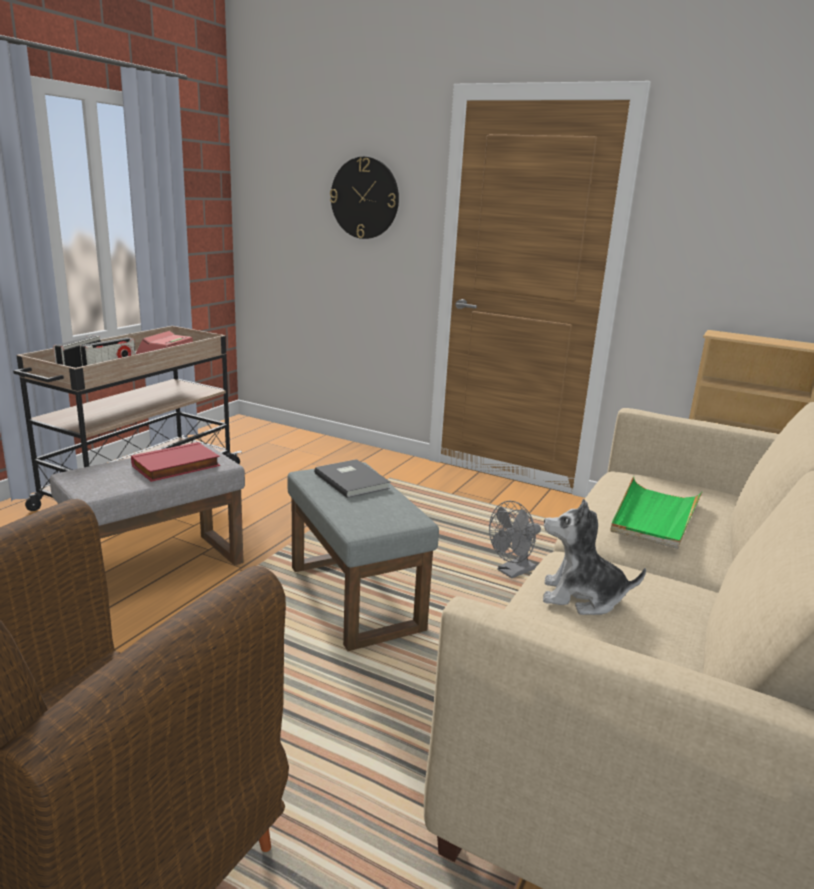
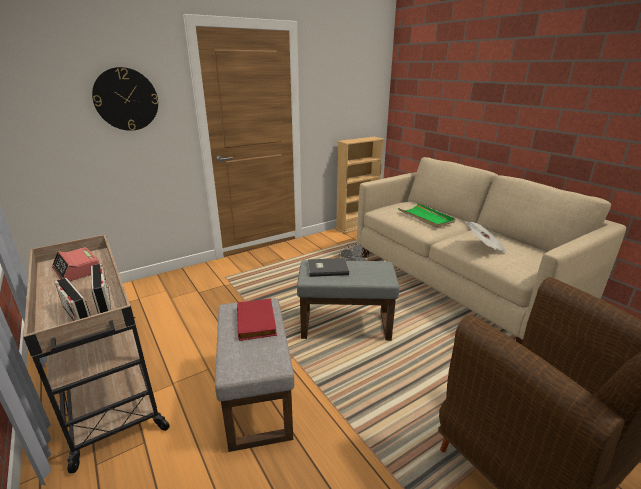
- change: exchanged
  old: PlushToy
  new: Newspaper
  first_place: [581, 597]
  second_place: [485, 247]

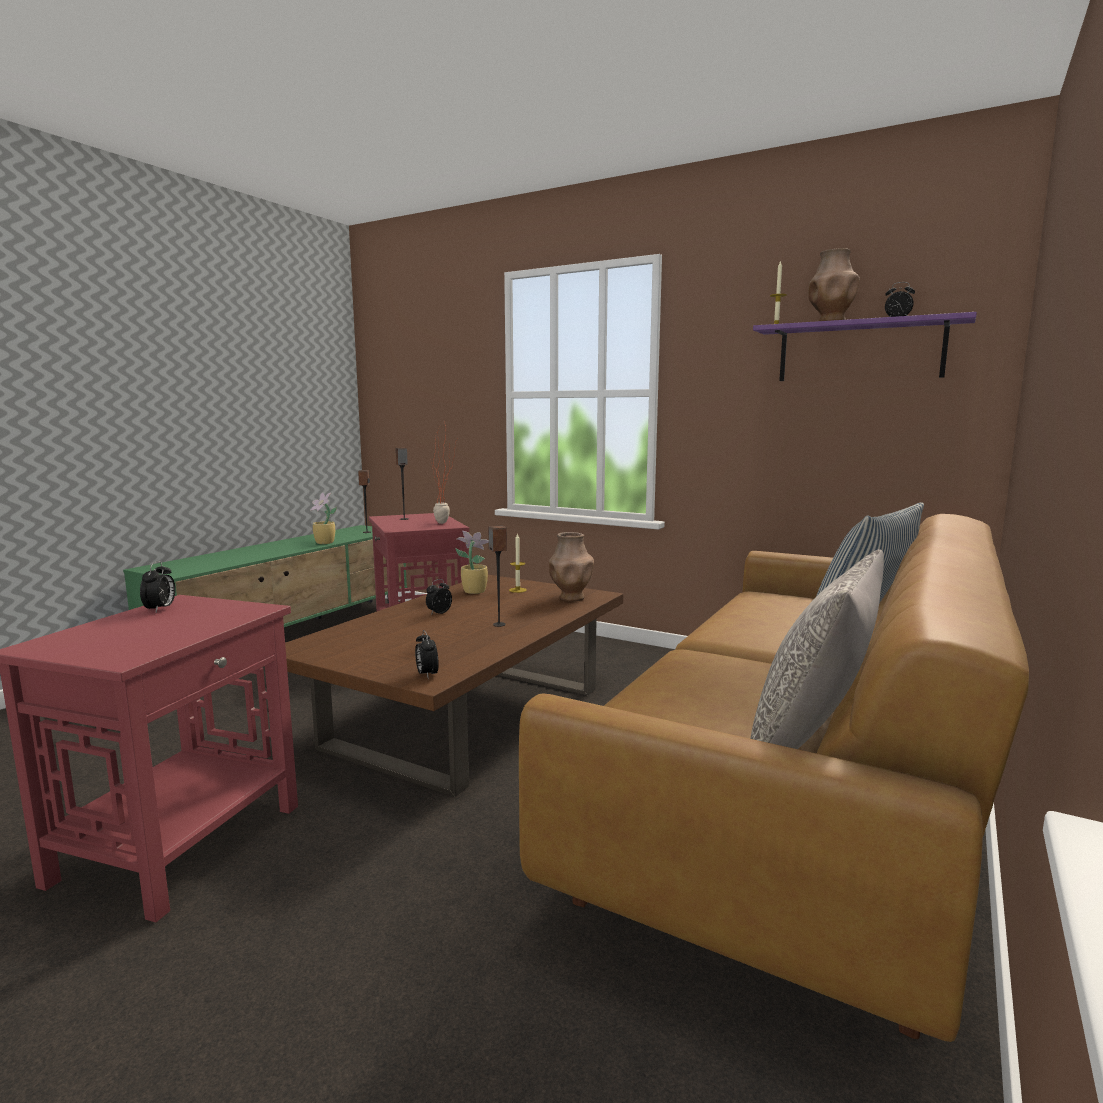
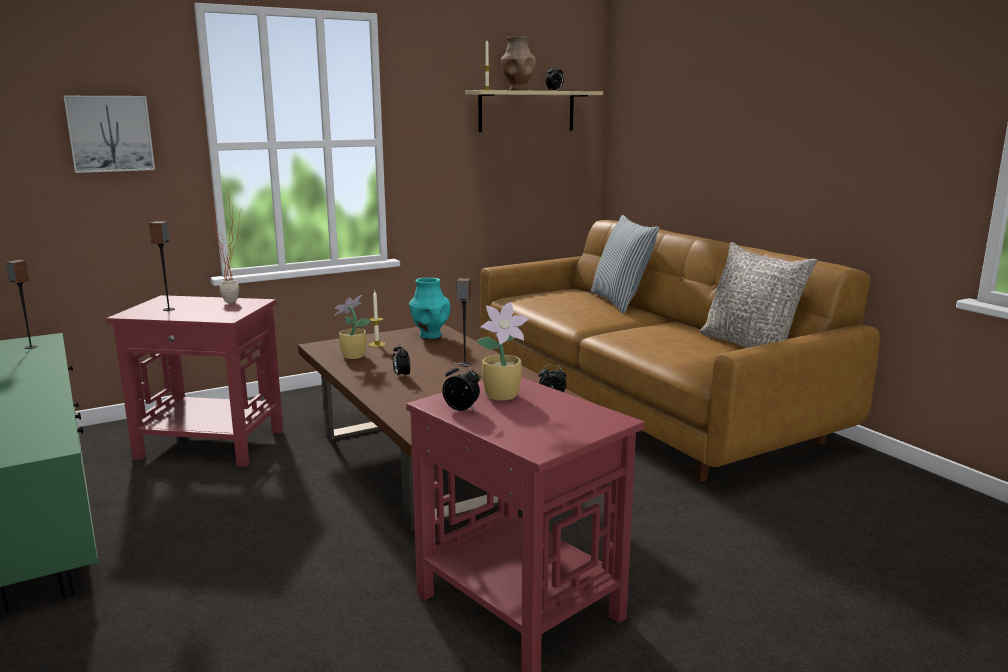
- change: appeared
  new: Picture
  second_place: [110, 133]
- change: relocated
  old: PottedPlant
  first_place: [325, 543]
  second_place: [503, 396]
- change: colour
  old: BrownVase
  new: TurquoiseVase
  first_place: [571, 598]
  second_place: [430, 336]
- change: colour
  old: PurpleShelf
  new: BeigeShelf
  first_place: [859, 352]
  second_place: [527, 111]

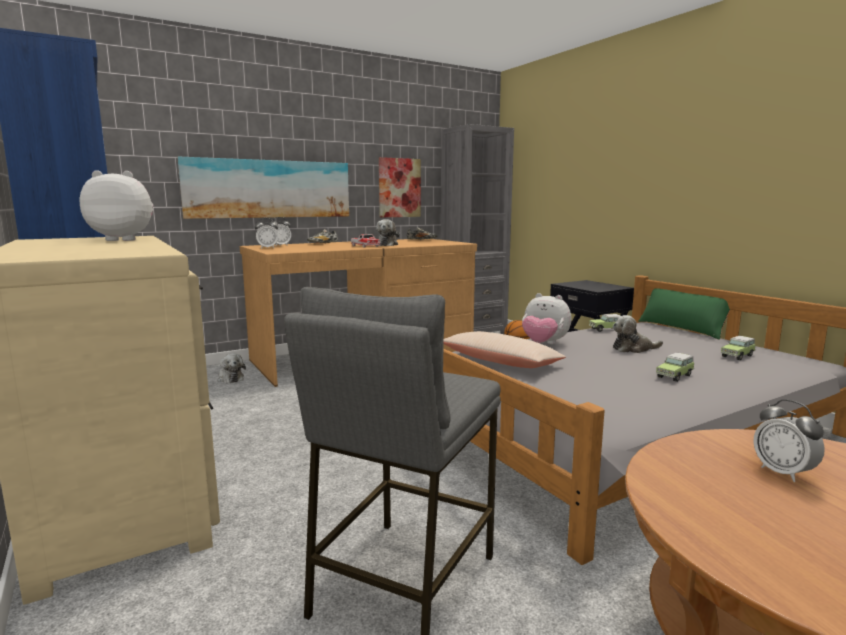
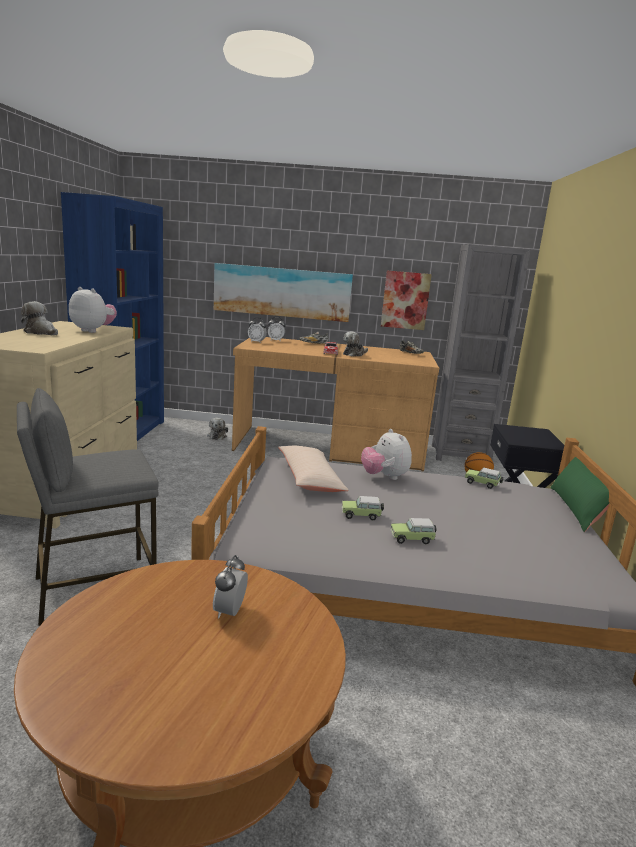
- change: relocated
  old: PlushToy
  first_place: [633, 349]
  second_place: [41, 332]
- change: relocated
  old: ToyCar
  first_place: [738, 356]
  second_place: [362, 516]

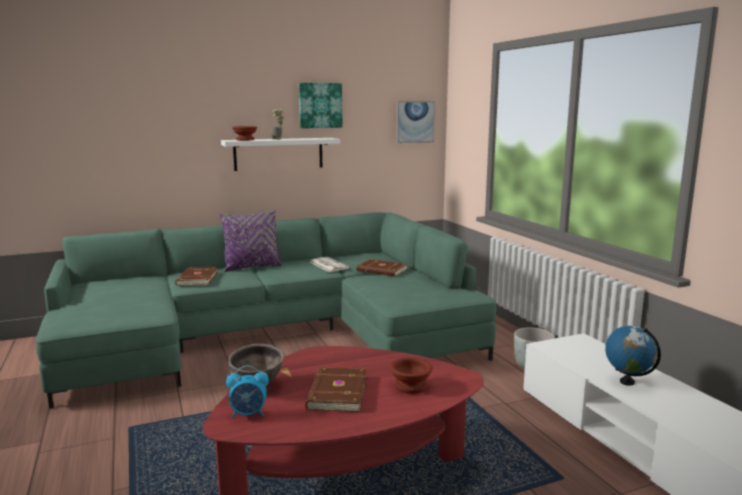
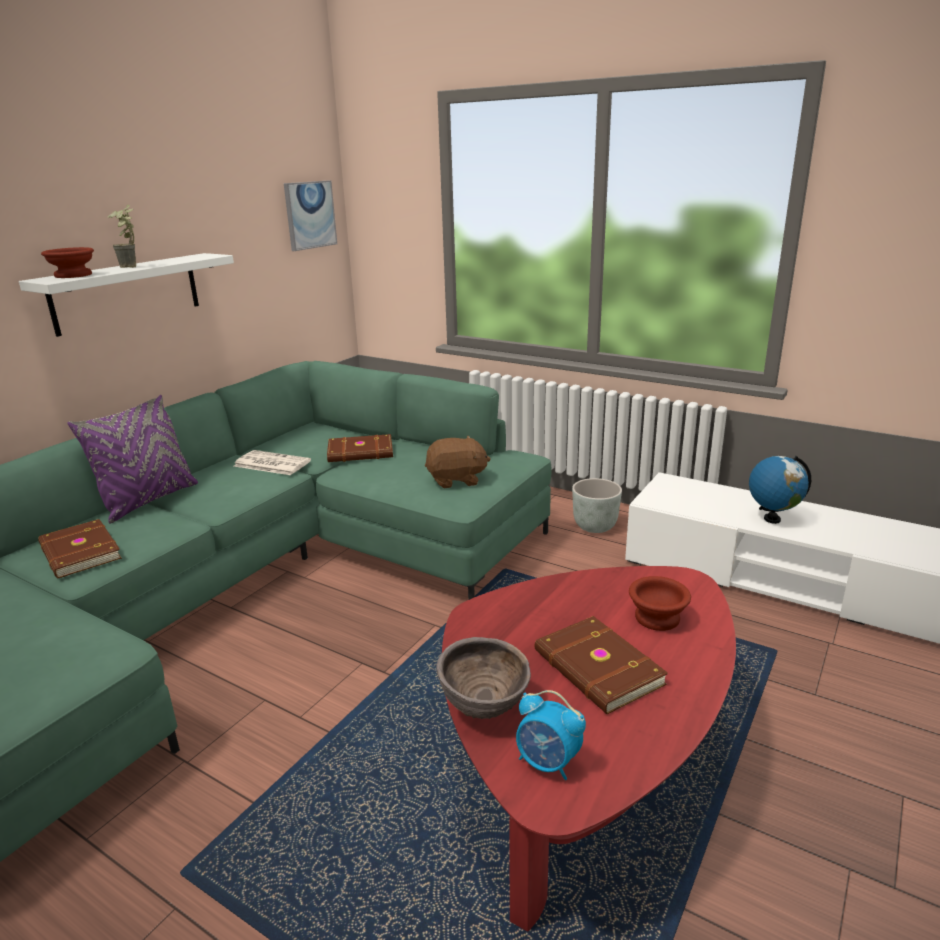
- change: missing
  old: Picture
  first_place: [320, 105]
- change: appeared
  new: BrownPlushToy
  second_place: [456, 480]
- change: spun
  old: AlarmClock
  first_place: [249, 414]
  second_place: [548, 763]
  degrees: 75

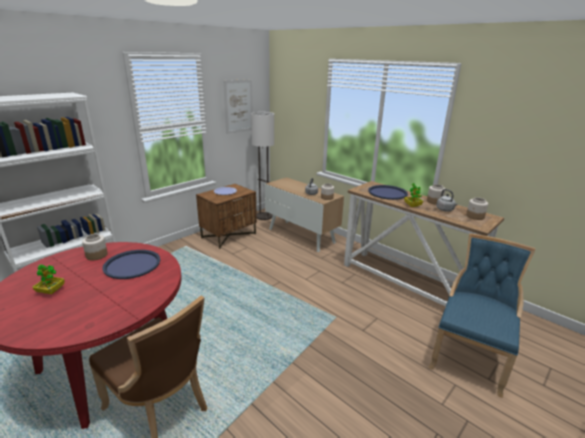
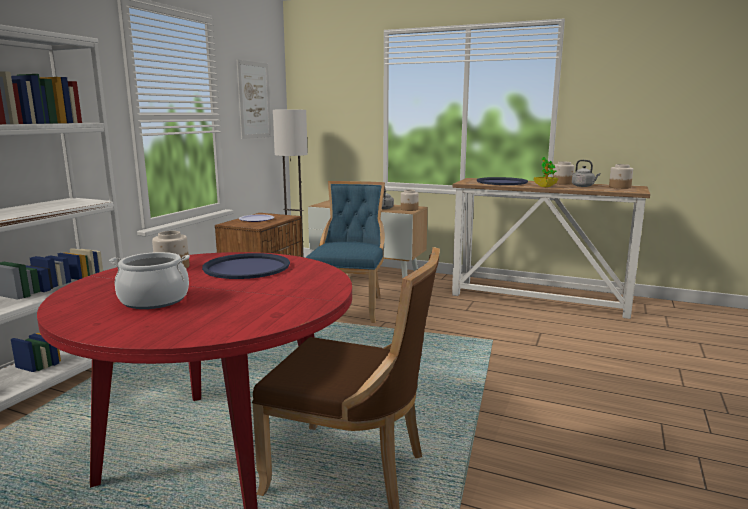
- change: relocated
  old: BlueChair
  first_place: [469, 356]
  second_place: [349, 306]
- change: exchanged
  old: PottedPlant
  new: CookingPot
  first_place: [51, 291]
  second_place: [154, 300]

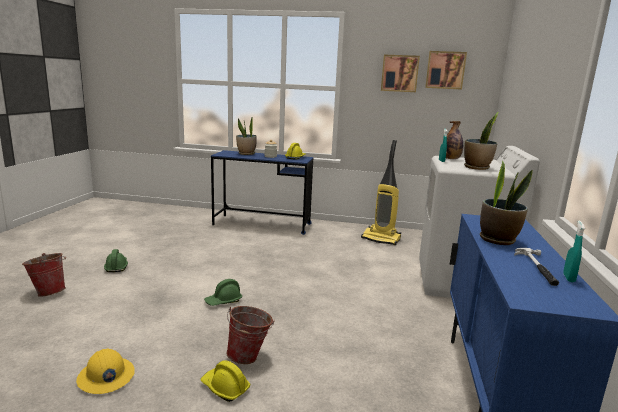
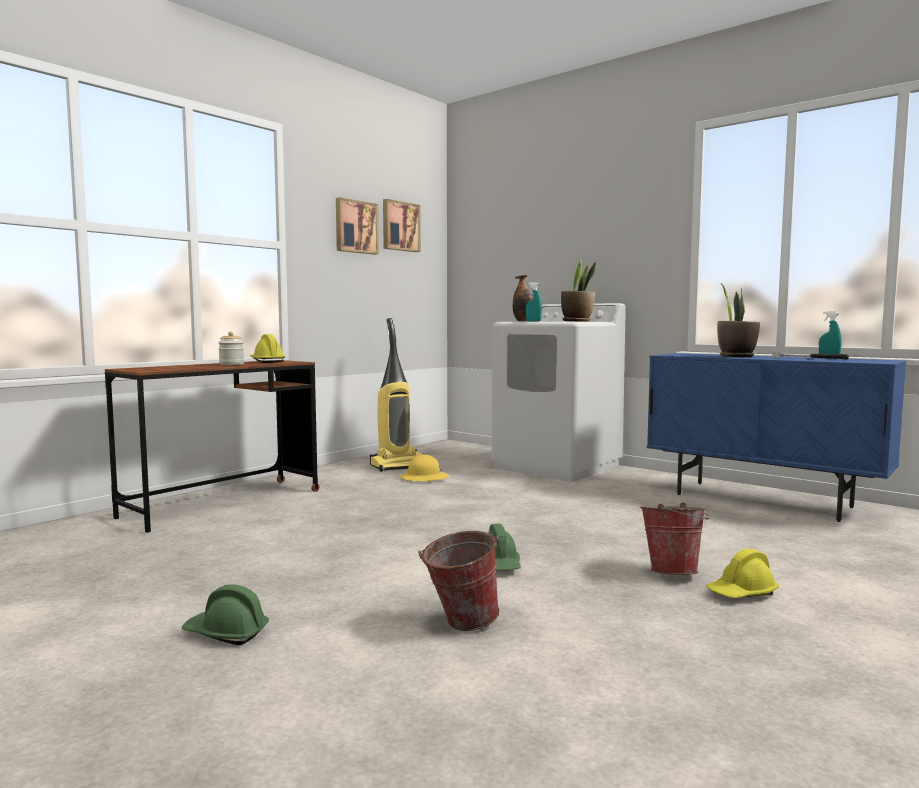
- change: missing
  old: PottedPlant
  first_place: [246, 153]
- change: relocated
  old: Bucket
  first_place: [49, 292]
  second_place: [459, 623]
- change: relocated
  old: YellowHardHat
  first_place: [106, 377]
  second_place: [424, 478]
- change: colour
  old: BlueDesk
  new: BrownDesk
  first_place: [262, 224]
  second_place: [223, 503]

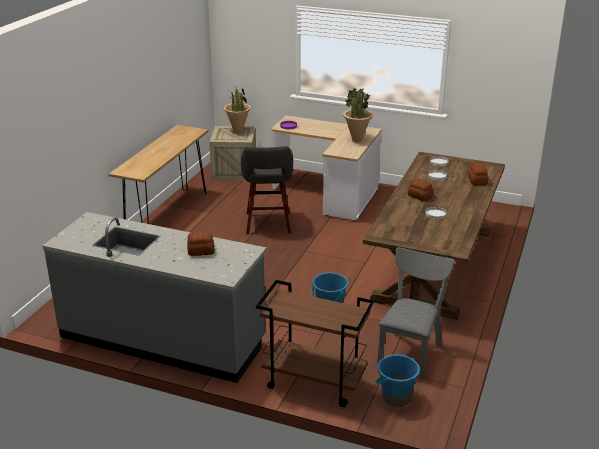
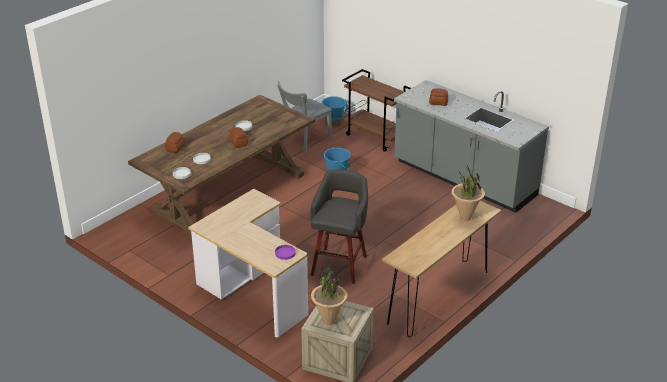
- change: relocated
  old: PottedPlant
  first_place: [356, 140]
  second_place: [465, 218]

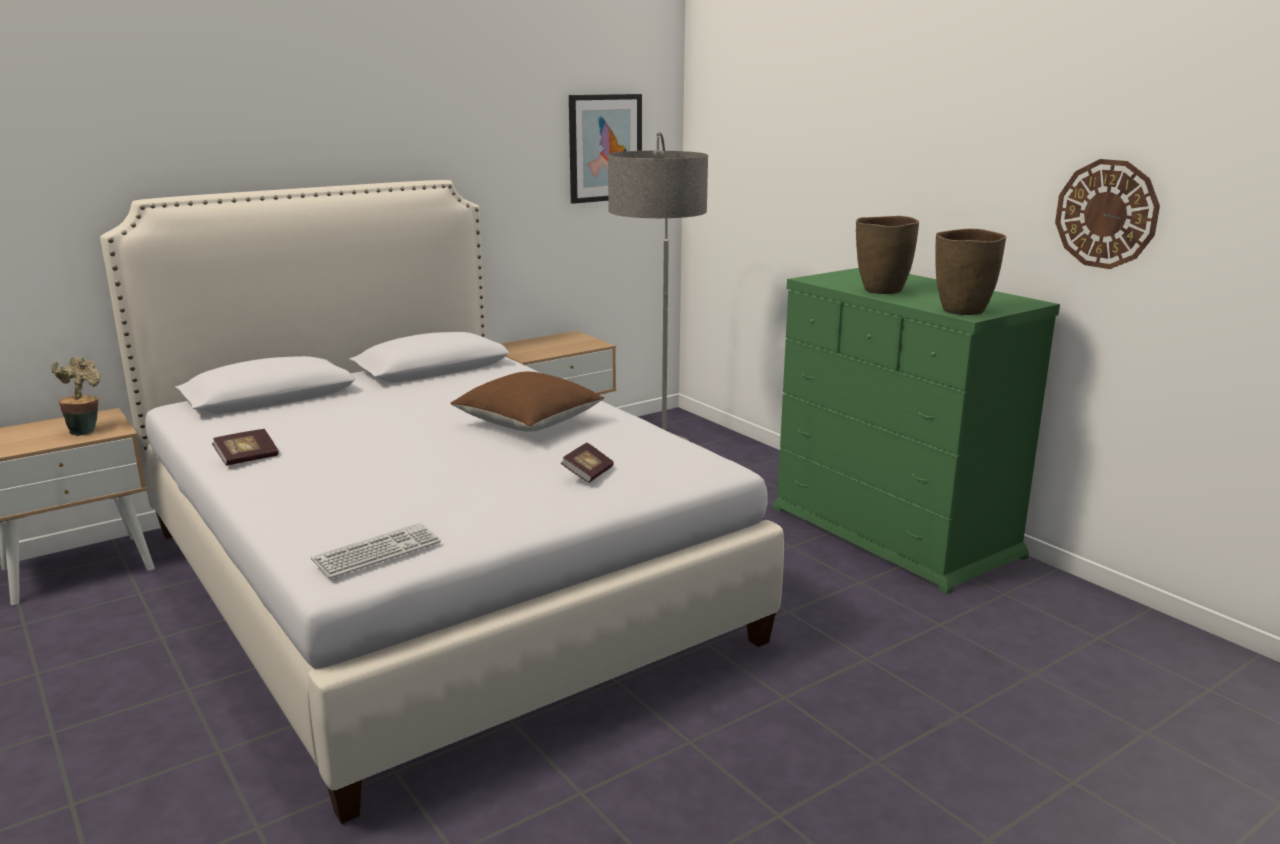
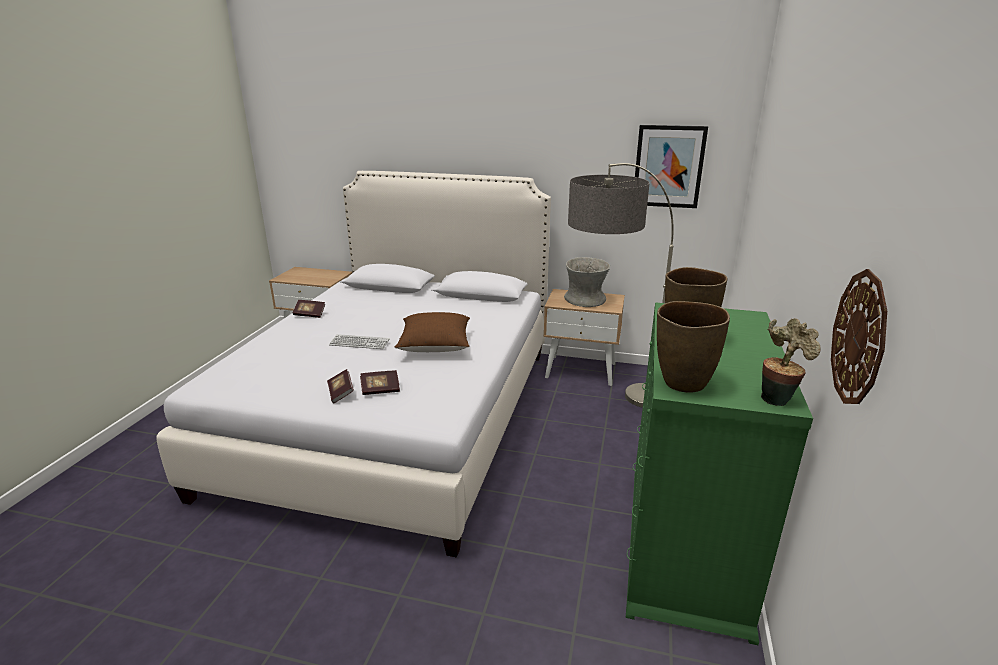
- change: appeared
  new: Book
  second_place: [341, 393]
- change: appeared
  new: GreyVase
  second_place: [585, 300]
- change: relocated
  old: PottedPlant
  first_place: [85, 430]
  second_place: [777, 398]
- change: relocated
  old: Keyboard
  first_place: [377, 552]
  second_place: [359, 343]

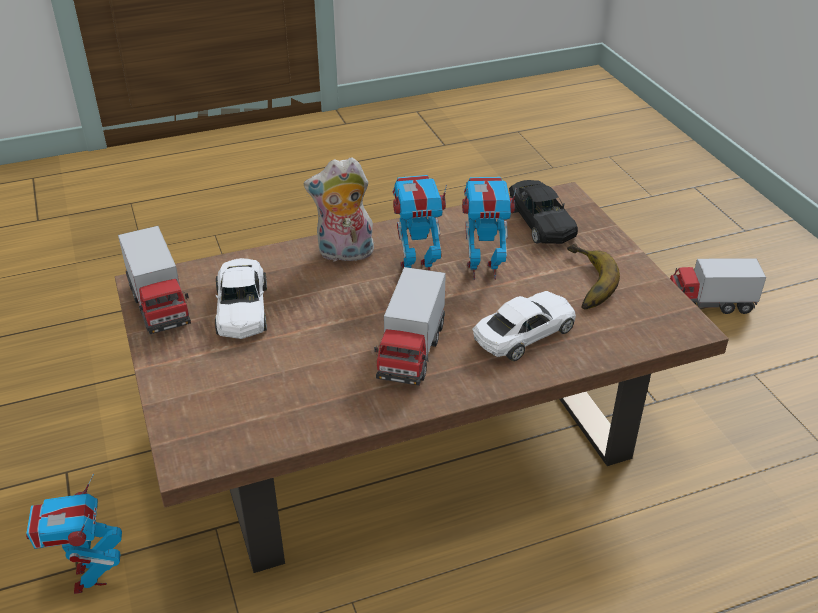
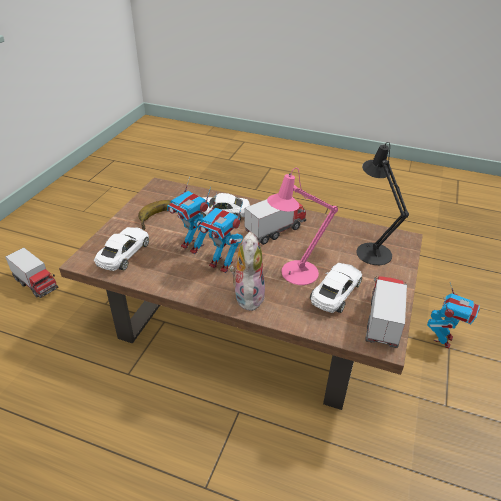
- change: appeared
  new: PinkTableLamp
  second_place: [294, 274]
- change: appeared
  new: BlackTableLamp
  second_place: [371, 250]
- change: colour
  old: BlackToyCar
  new: WhiteToyCar
  first_place: [540, 222]
  second_place: [123, 254]
- change: spun
  old: PlushToy
  first_place: [344, 254]
  second_place: [247, 295]
  degrees: -120

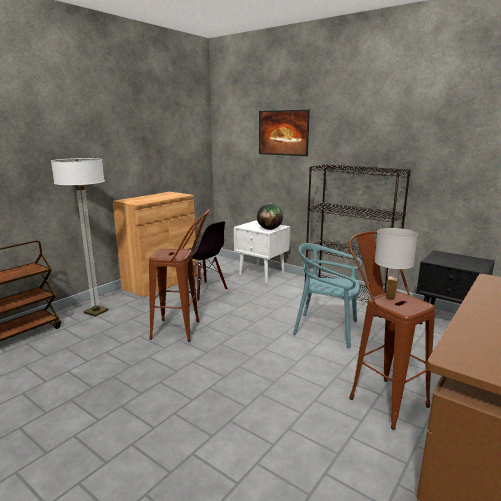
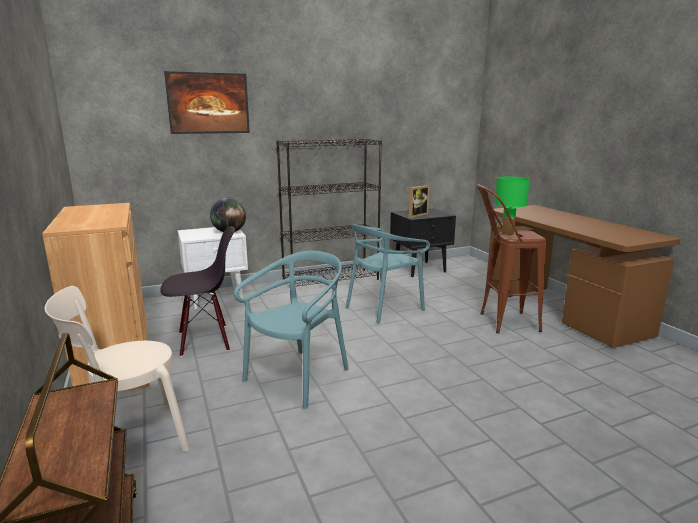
- change: appeared
  new: PictureFrame
  second_place: [416, 215]
- change: exchanged
  old: FloorLamp
  new: BeigeChair
  first_place: [96, 312]
  second_place: [129, 441]
- change: exchanged
  old: BrownStool
  new: TurquoiseChair
  first_place: [184, 330]
  second_place: [298, 377]
- change: colour
  old: WhiteTableLamp
  new: GreenTableLamp
  first_place: [390, 297]
  second_place: [507, 234]

